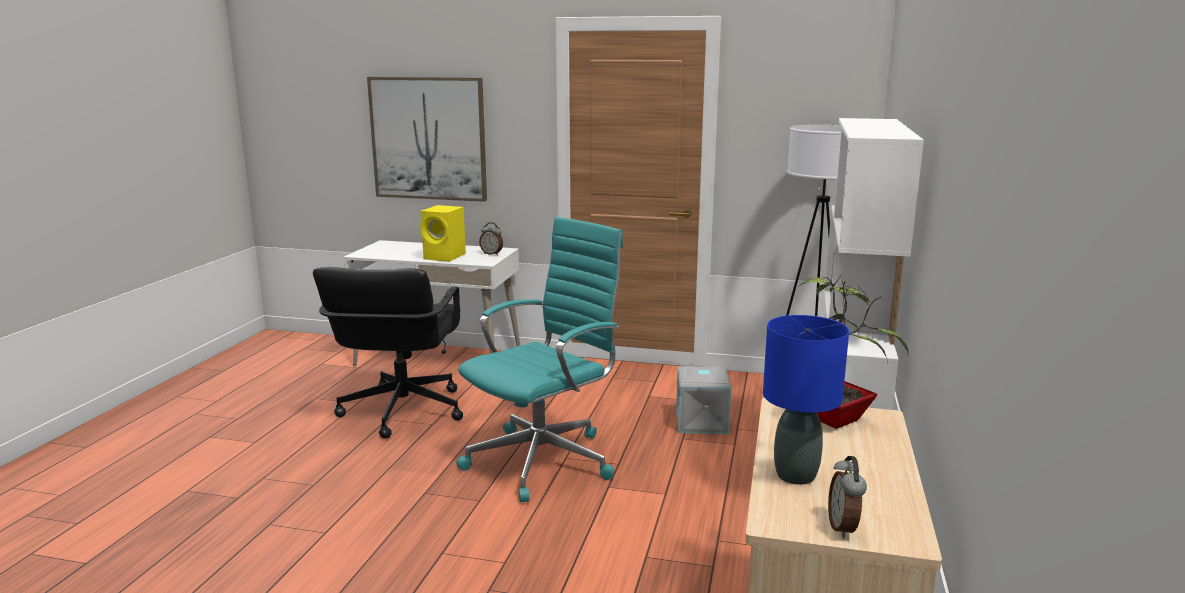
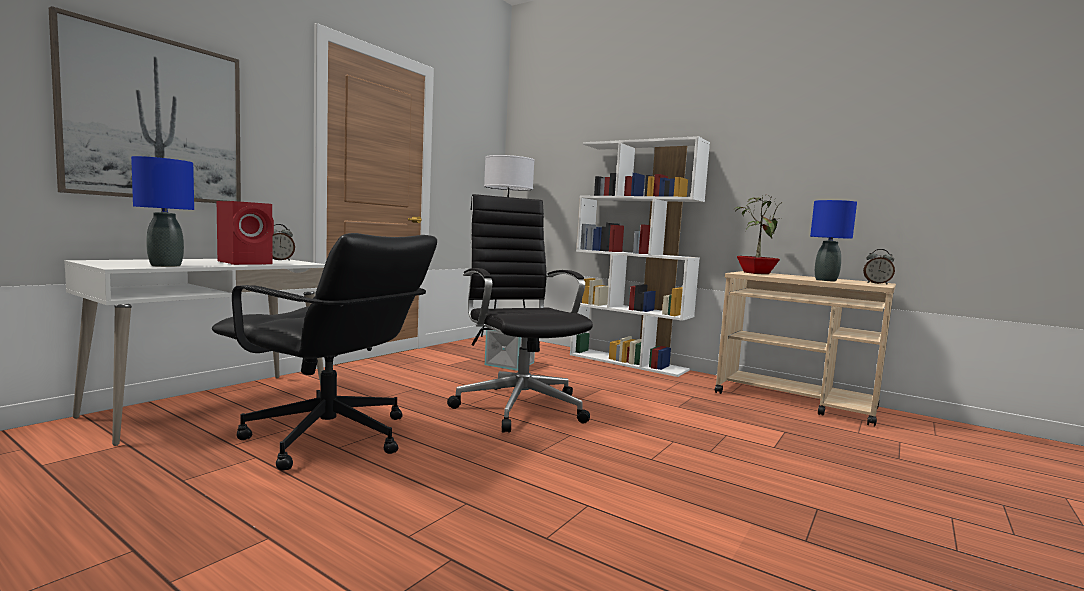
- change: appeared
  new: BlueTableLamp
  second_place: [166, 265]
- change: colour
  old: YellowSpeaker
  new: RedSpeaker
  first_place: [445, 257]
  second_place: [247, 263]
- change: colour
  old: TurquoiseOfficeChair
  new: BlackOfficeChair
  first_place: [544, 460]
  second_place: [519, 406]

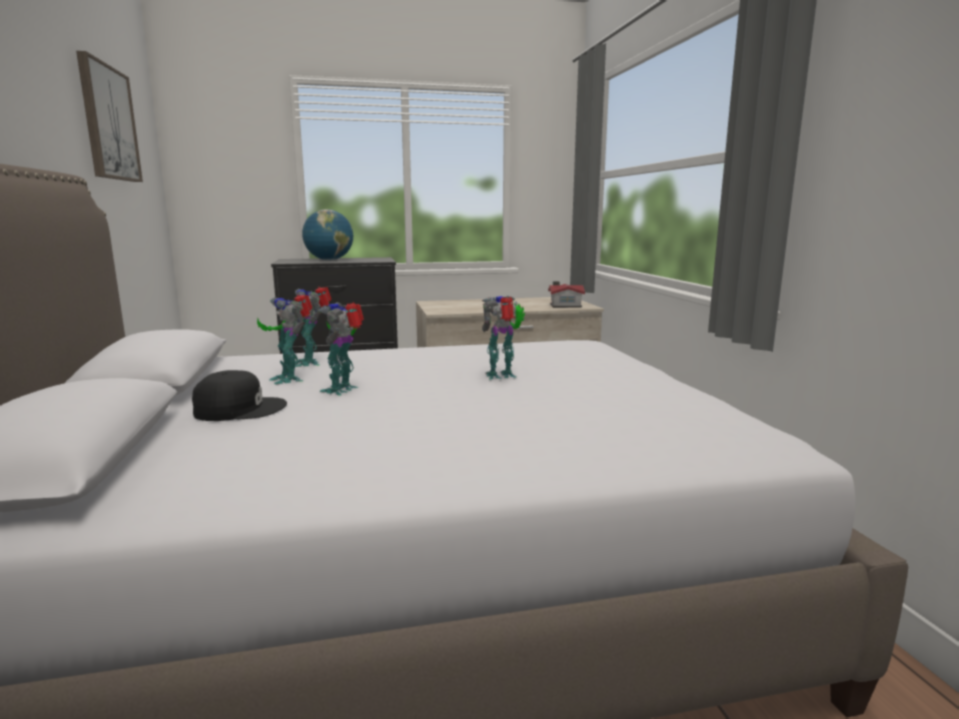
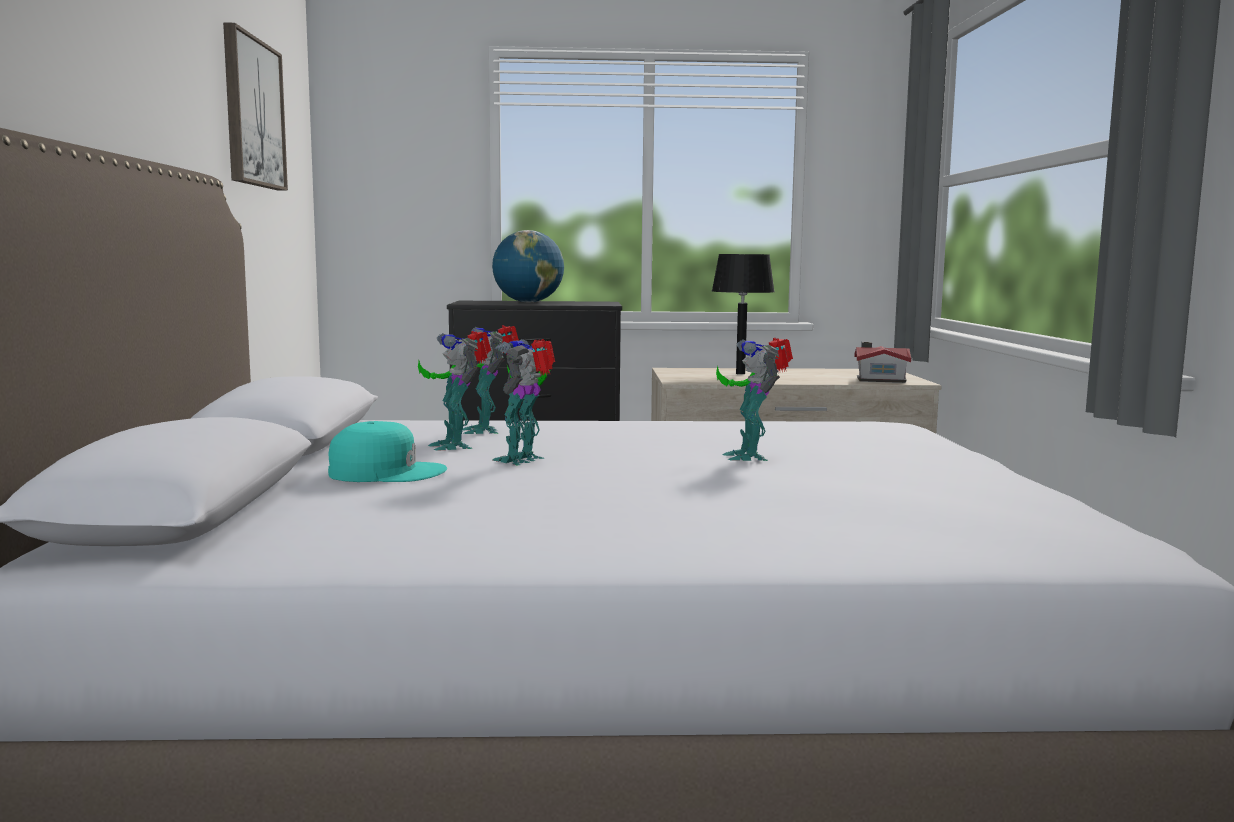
- change: appeared
  new: BlackTableLamp
  second_place: [740, 373]
- change: colour
  old: BlackCap
  new: TurquoiseCap
  first_place: [239, 409]
  second_place: [386, 472]
- change: spun
  old: ToyRobot
  first_place: [502, 376]
  second_place: [750, 456]
  degrees: -90

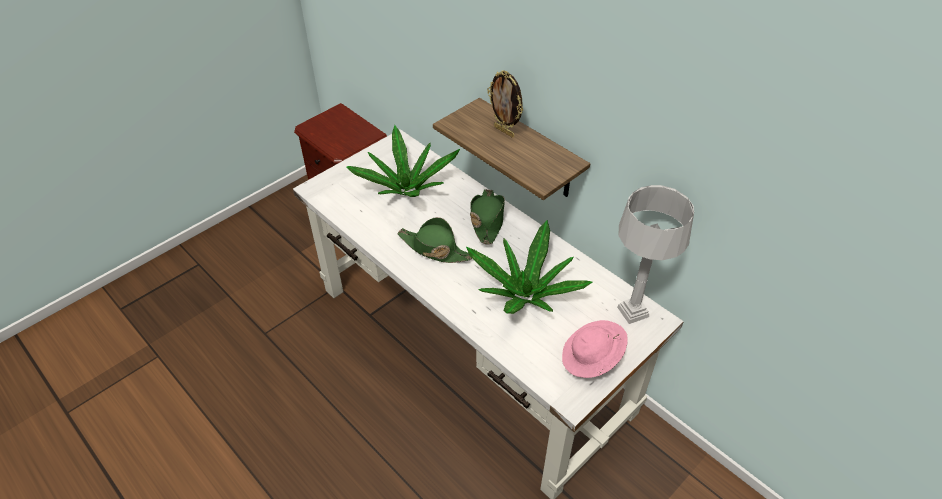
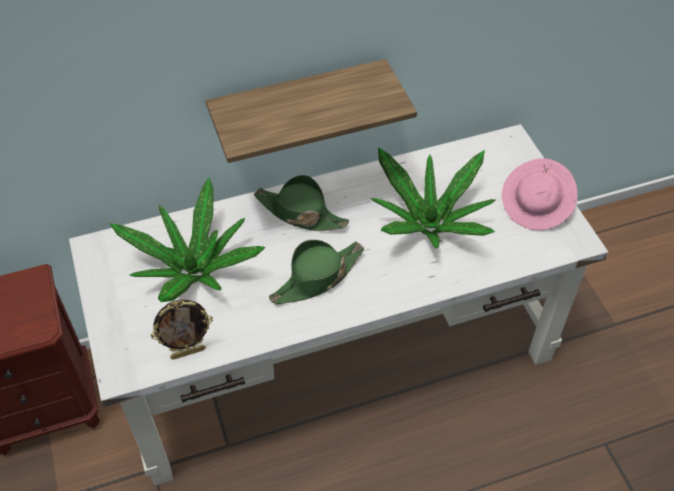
- change: missing
  old: GreyTableLamp
  first_place: [632, 312]
- change: relocated
  old: PictureFrame
  first_place: [504, 131]
  second_place: [188, 352]

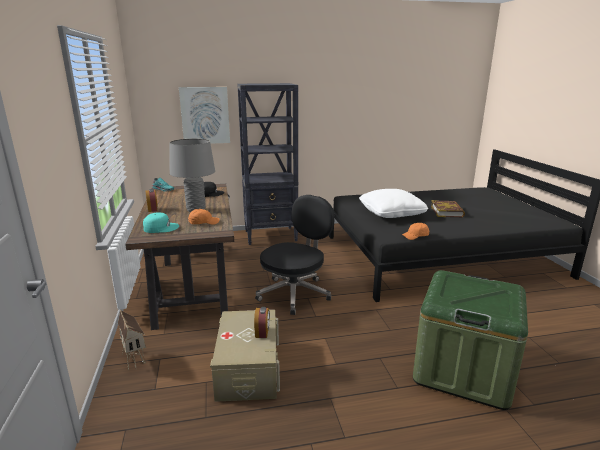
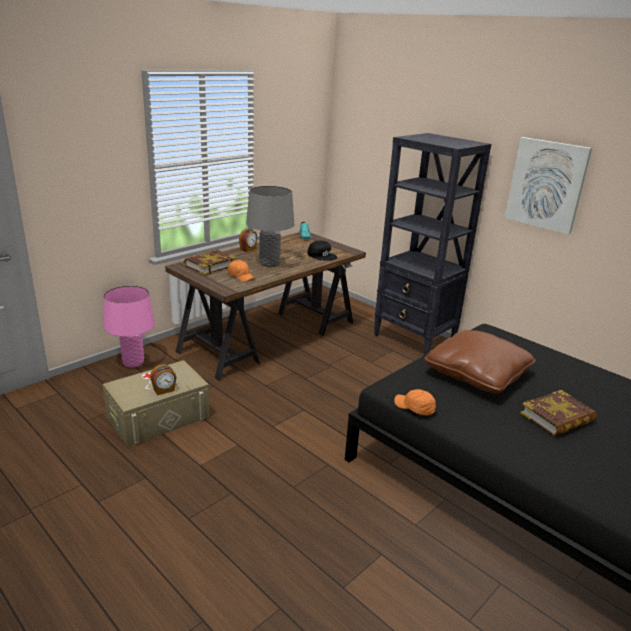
- change: missing
  old: BlackOfficeChair
  first_place: [295, 293]
- change: missing
  old: GreenStorageBox
  first_place: [463, 370]
- change: relocated
  old: Picture
  first_place: [205, 115]
  second_place: [546, 185]
- change: exchanged
  old: ToyHouse
  new: PinkTableLamp
  first_place: [135, 360]
  second_place: [133, 362]
- change: exchanged
  old: TurquoiseCap
  new: Book
  first_place: [161, 227]
  second_place: [210, 265]
- change: colour
  old: WhitePillow
  new: BrownPillow
  first_place: [391, 213]
  second_place: [476, 374]

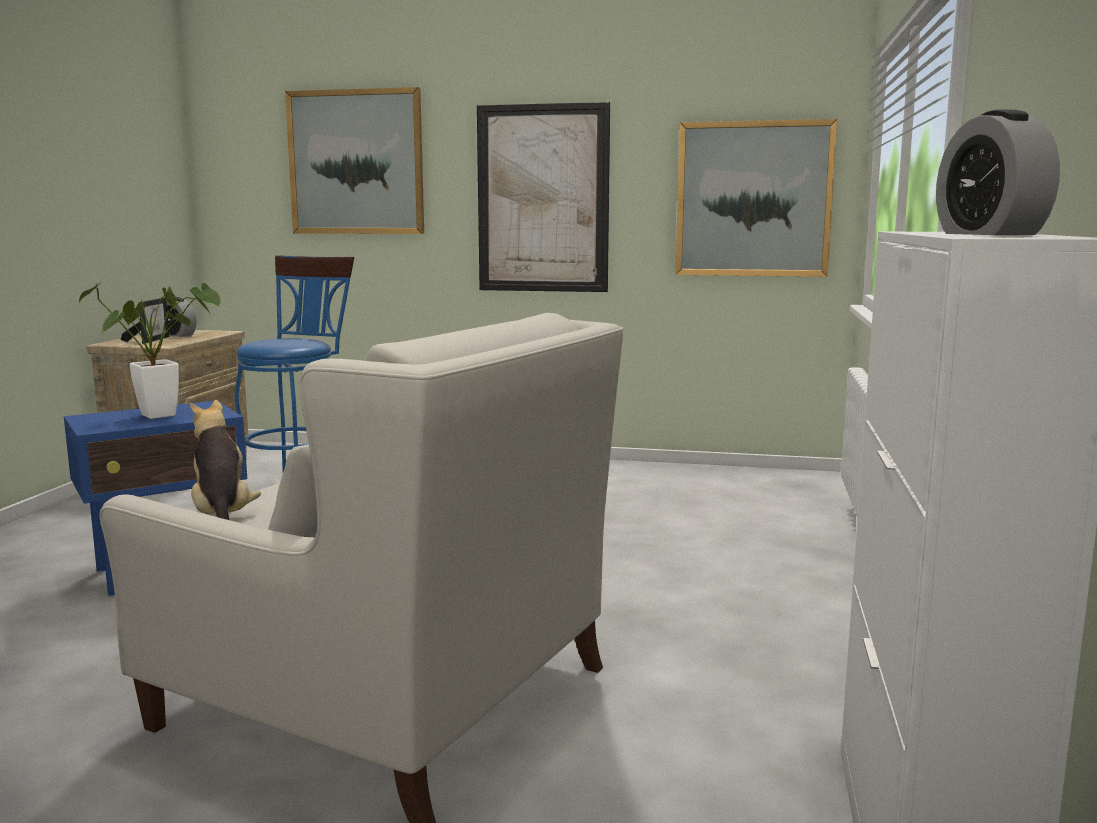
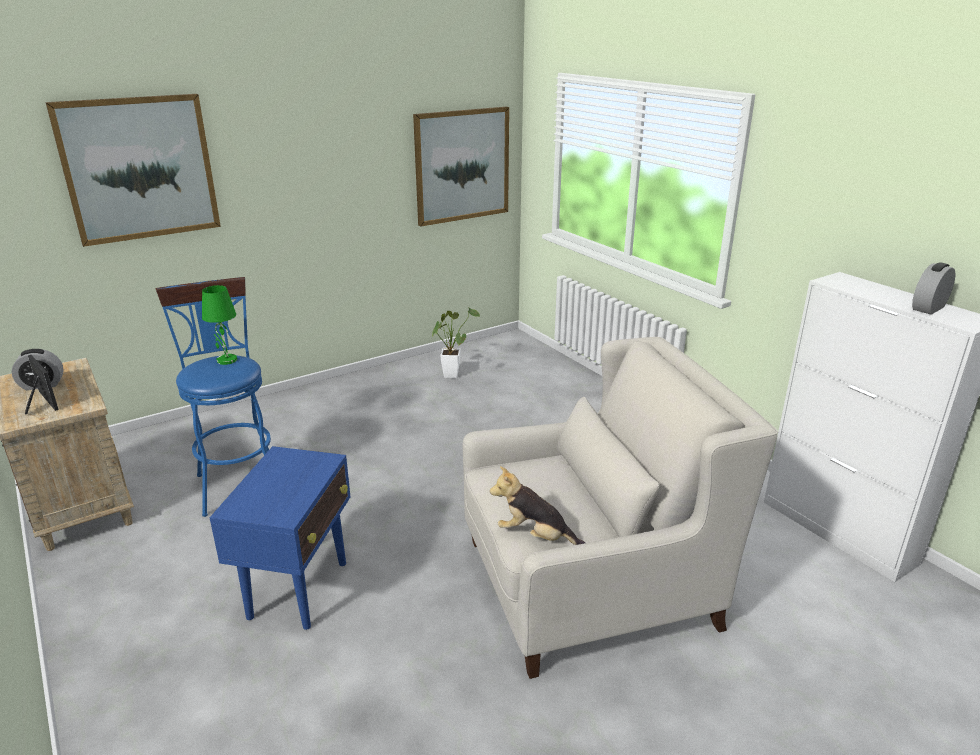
- change: missing
  old: Picture
  first_place: [542, 199]
- change: appeared
  new: GreenTableLamp
  second_place: [226, 360]
- change: relocated
  old: PottedPlant
  first_place: [167, 414]
  second_place: [451, 373]
- change: spun
  old: AlarmClock
  first_place: [989, 234]
  second_place: [928, 308]
  degrees: 105

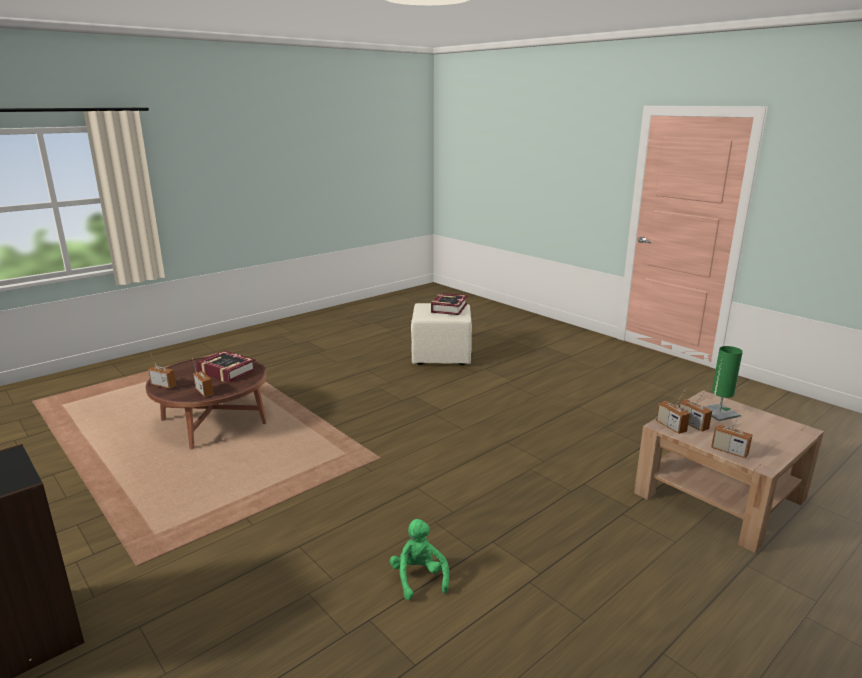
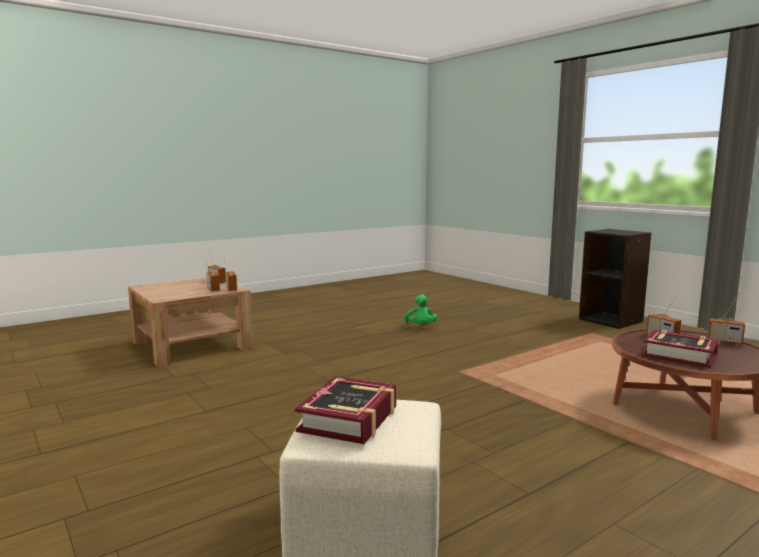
- change: missing
  old: GreenTableLamp
  first_place: [719, 412]

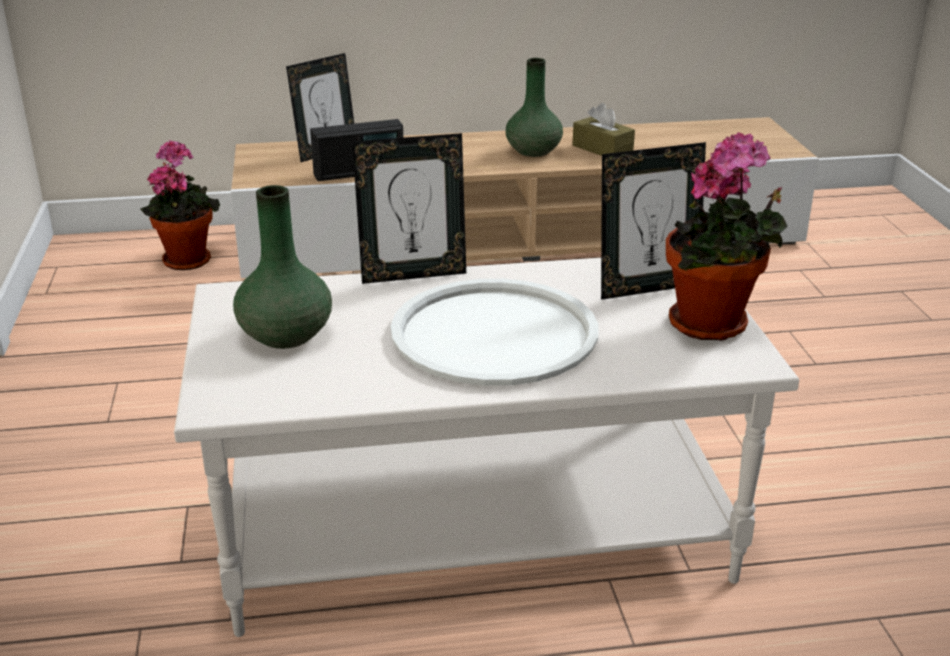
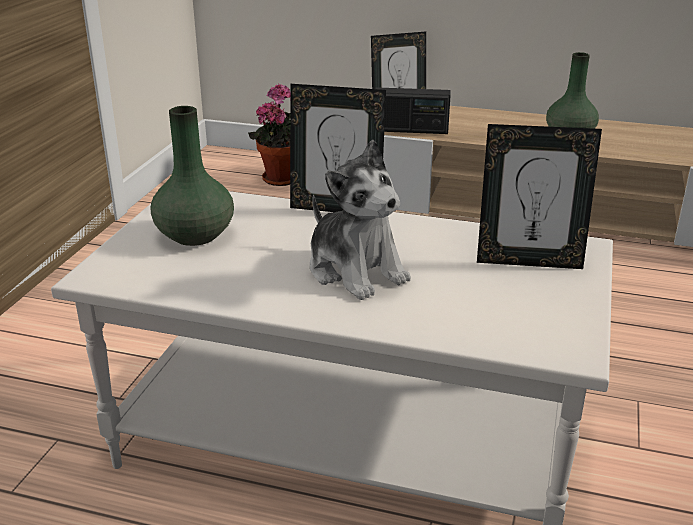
- change: missing
  old: BrownTissueBox
  first_place: [602, 149]
- change: missing
  old: PottedPlant
  first_place: [713, 327]
- change: exchanged
  old: WhiteTray
  new: PlushToy
  first_place: [494, 334]
  second_place: [356, 270]

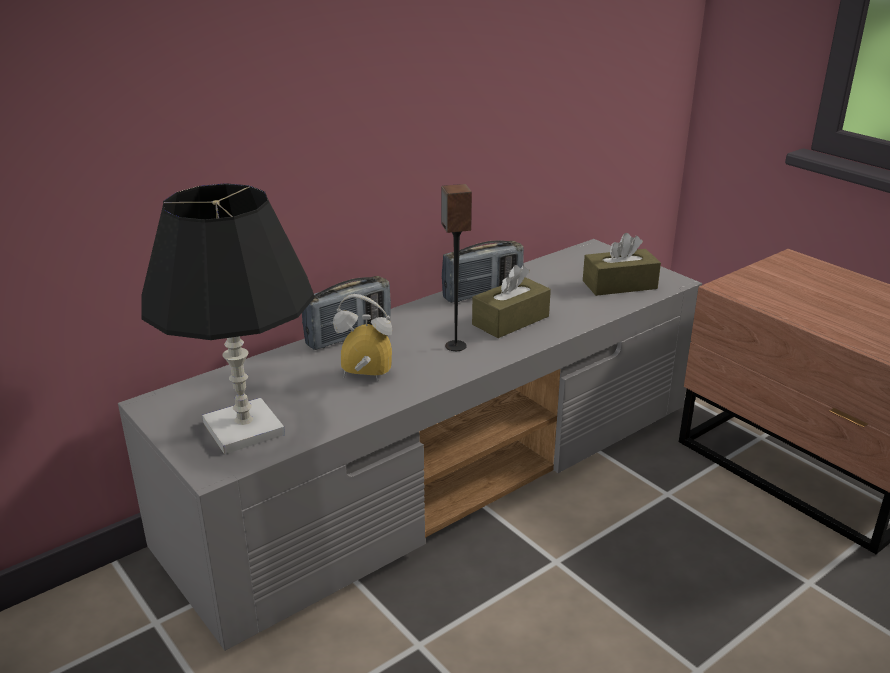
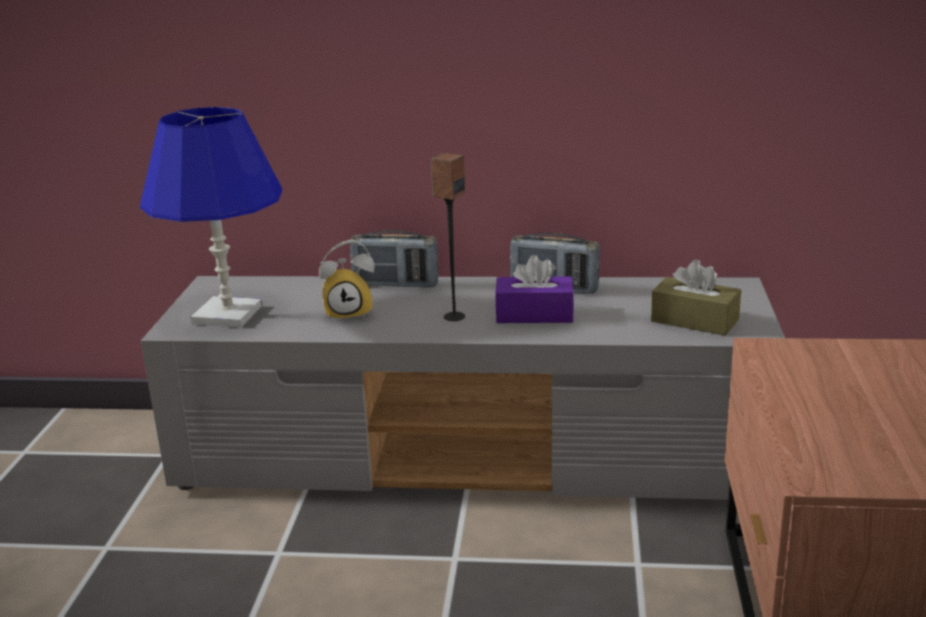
- change: colour
  old: BlackTableLamp
  new: BlueTableLamp
  first_place: [244, 428]
  second_place: [228, 315]
- change: colour
  old: BrownTissueBox
  new: PurpleTissueBox
  first_place: [510, 320]
  second_place: [534, 314]
- change: spun
  old: AlarmClock
  first_place: [363, 378]
  second_place: [350, 313]
  degrees: 120

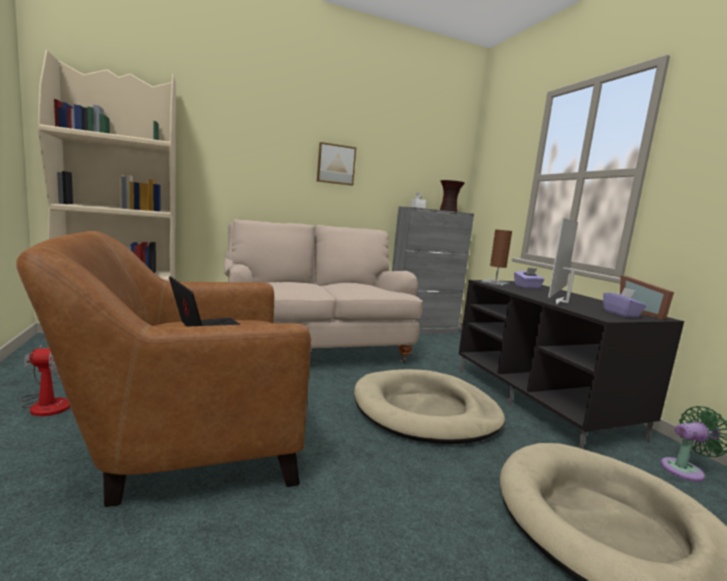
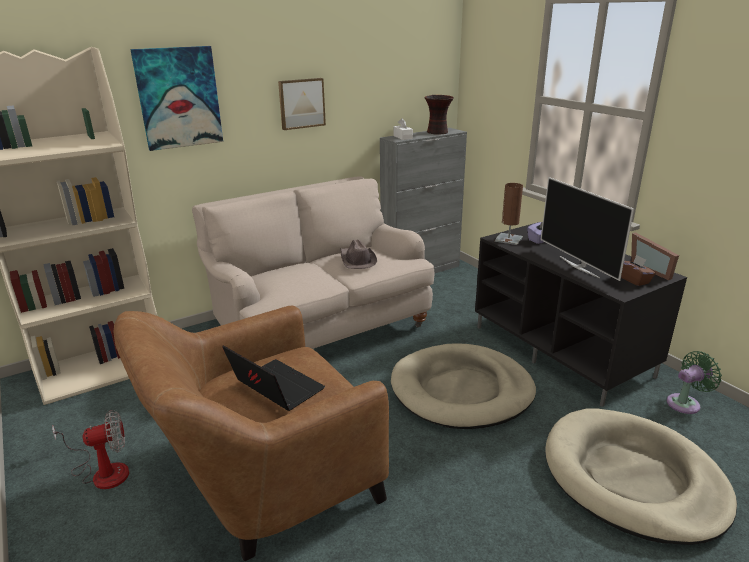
- change: appeared
  new: Picture
  second_place: [179, 98]
- change: appeared
  new: BrownHat
  second_place: [357, 260]
- change: colour
  old: PurpleTissueBox
  new: BrownTissueBox
  first_place: [621, 314]
  second_place: [634, 280]
- change: spun
  old: Television
  first_place: [562, 301]
  second_place: [579, 266]
  degrees: -45

